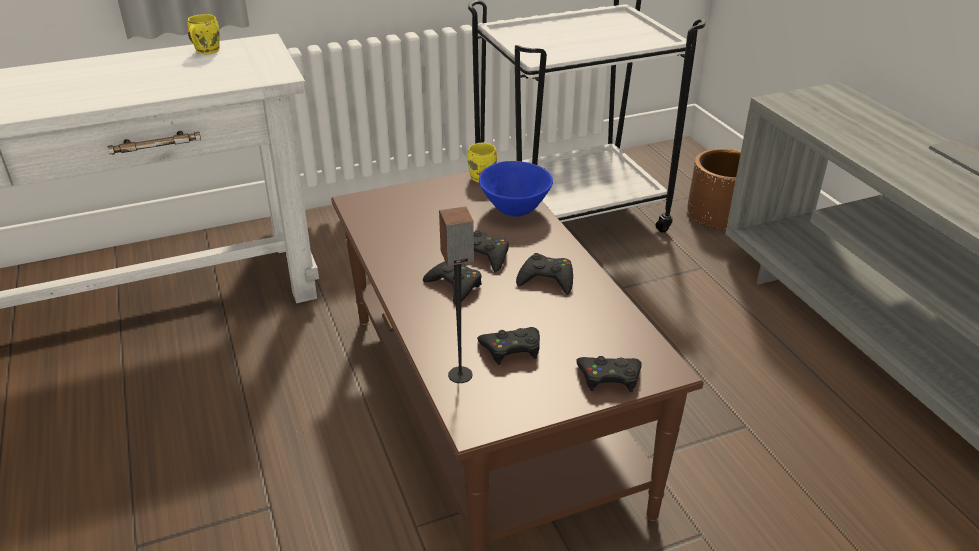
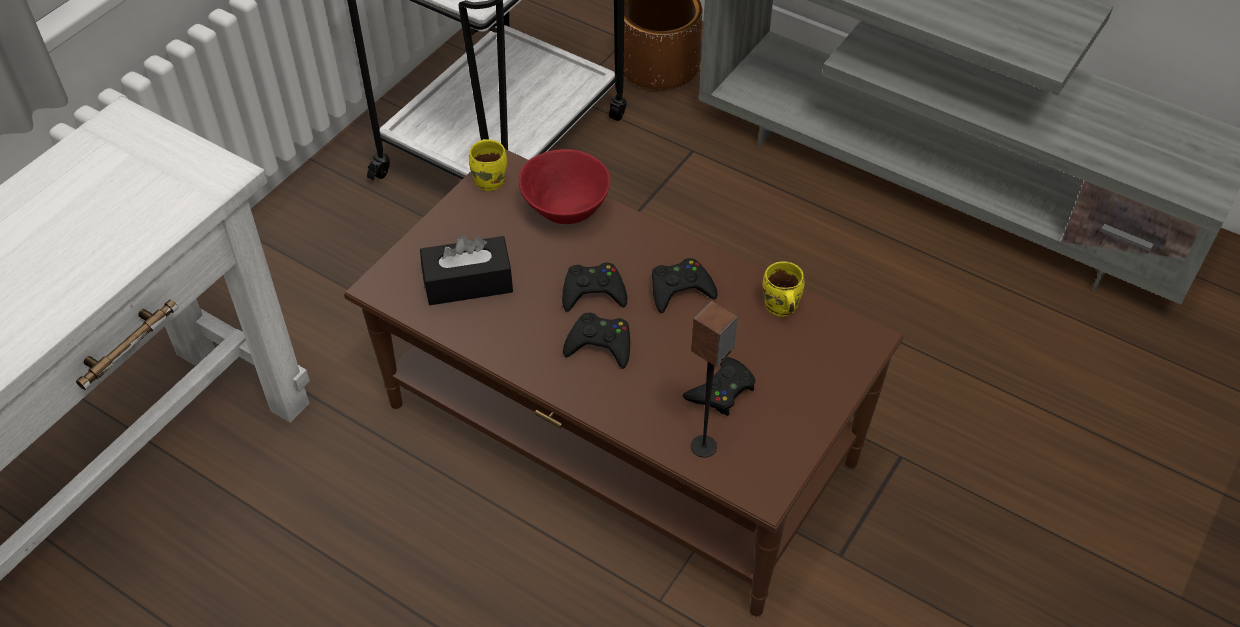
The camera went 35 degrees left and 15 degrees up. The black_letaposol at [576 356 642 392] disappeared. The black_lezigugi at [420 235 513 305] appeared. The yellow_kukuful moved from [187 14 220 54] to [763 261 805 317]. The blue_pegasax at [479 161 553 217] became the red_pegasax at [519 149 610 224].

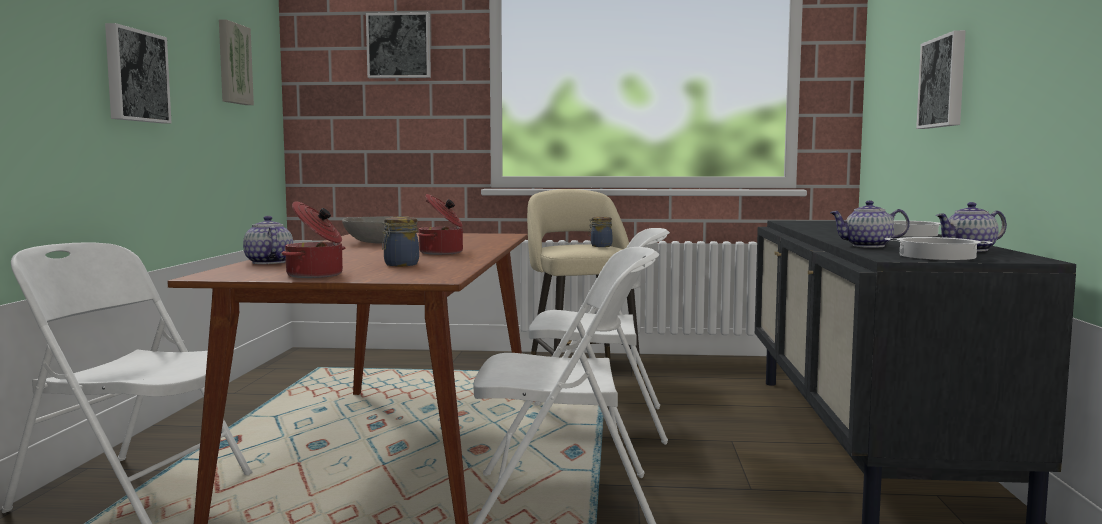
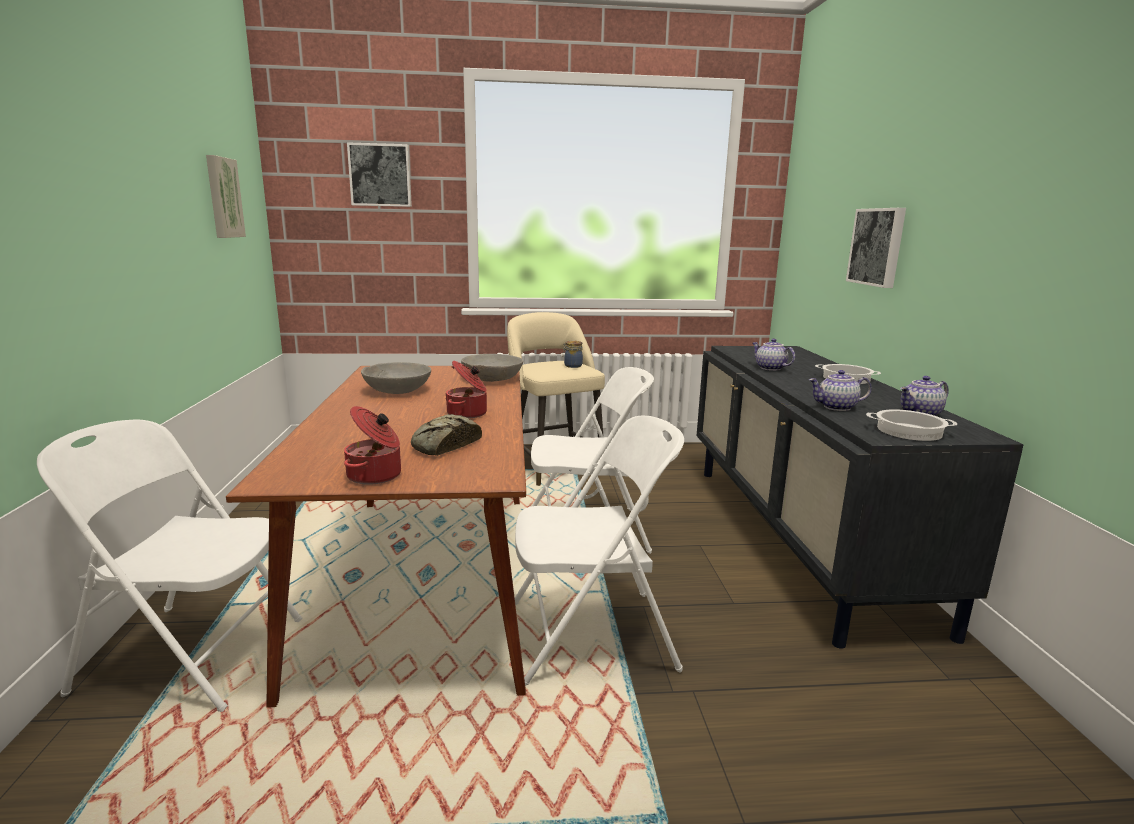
The camera went 10 degrees left and 10 degrees up. The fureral at [105 23 171 123] disappeared. The grey_pegasax at [461 354 524 382] appeared. The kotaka moved from [243 216 293 264] to [753 339 795 371]. The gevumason at [382 216 419 266] was replaced by the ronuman at [411 414 482 456].

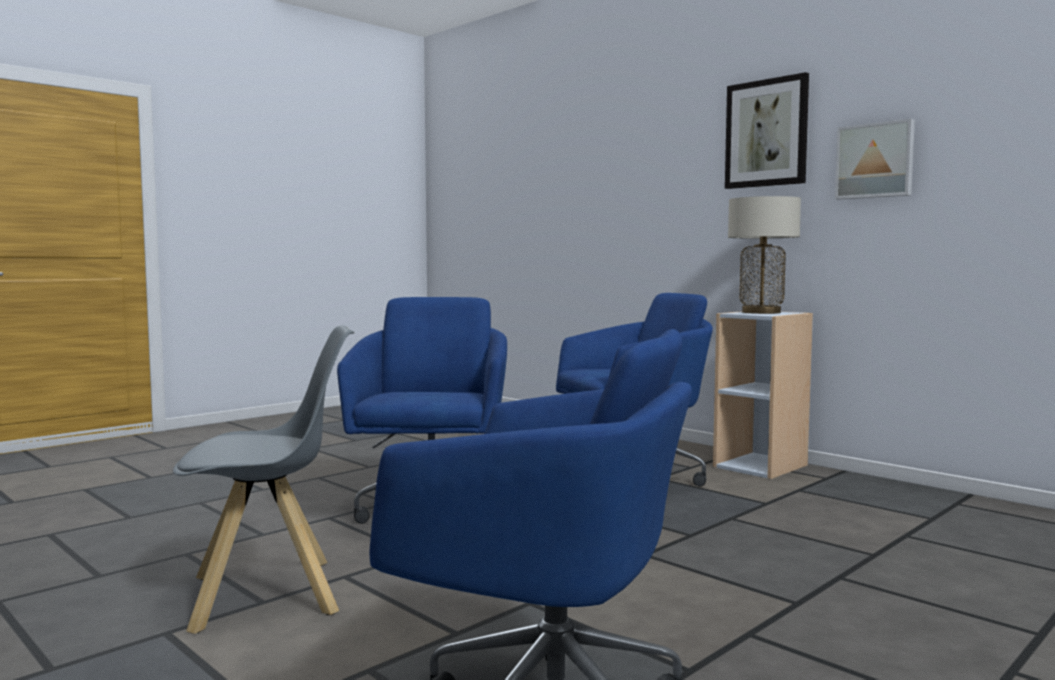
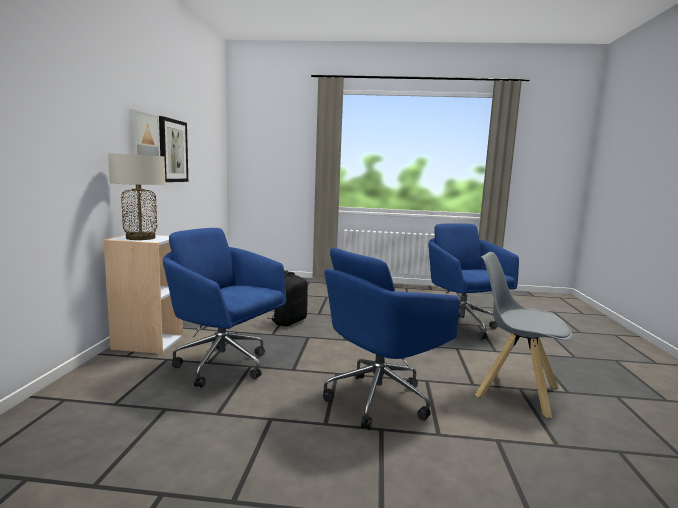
The camera went 130 degrees left and 5 degrees up. The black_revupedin at [269 270 308 326] appeared. The fureral moved from [725 72 809 189] to [159 116 188 182].

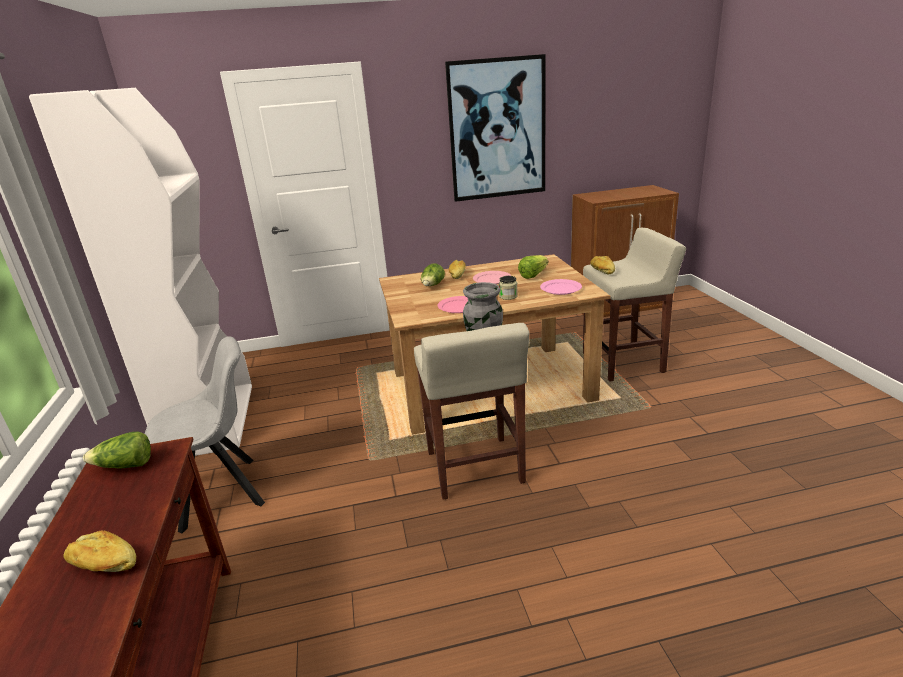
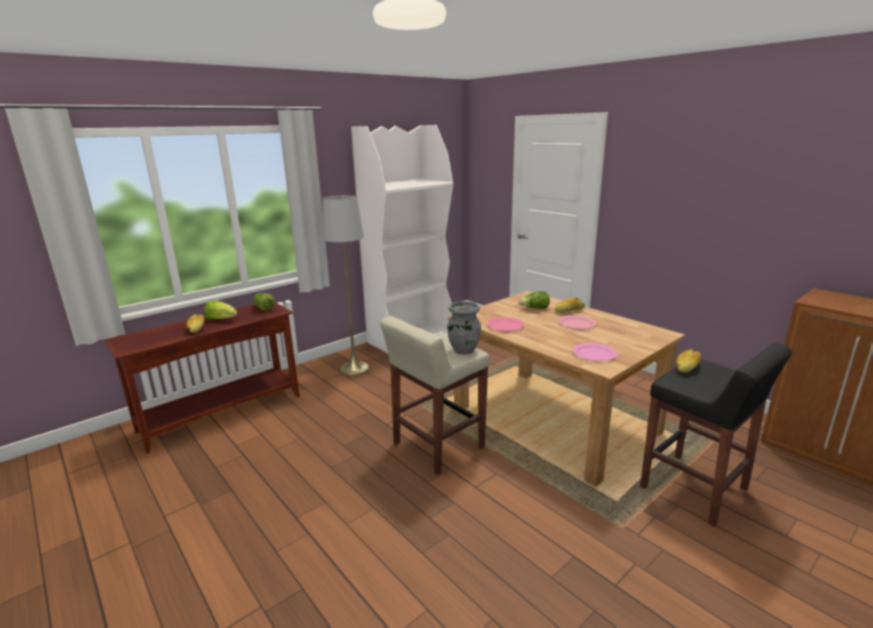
The camera went 60 degrees right and 5 degrees down. The fureral at [445 54 546 202] disappeared. The gevumason at [499 276 518 300] disappeared. The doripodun moved from [518 255 548 279] to [204 300 237 320]. The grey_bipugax at [145 337 265 533] was replaced by the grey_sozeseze at [322 195 369 376]. The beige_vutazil at [583 228 686 382] became the black_vutazil at [640 343 792 527].

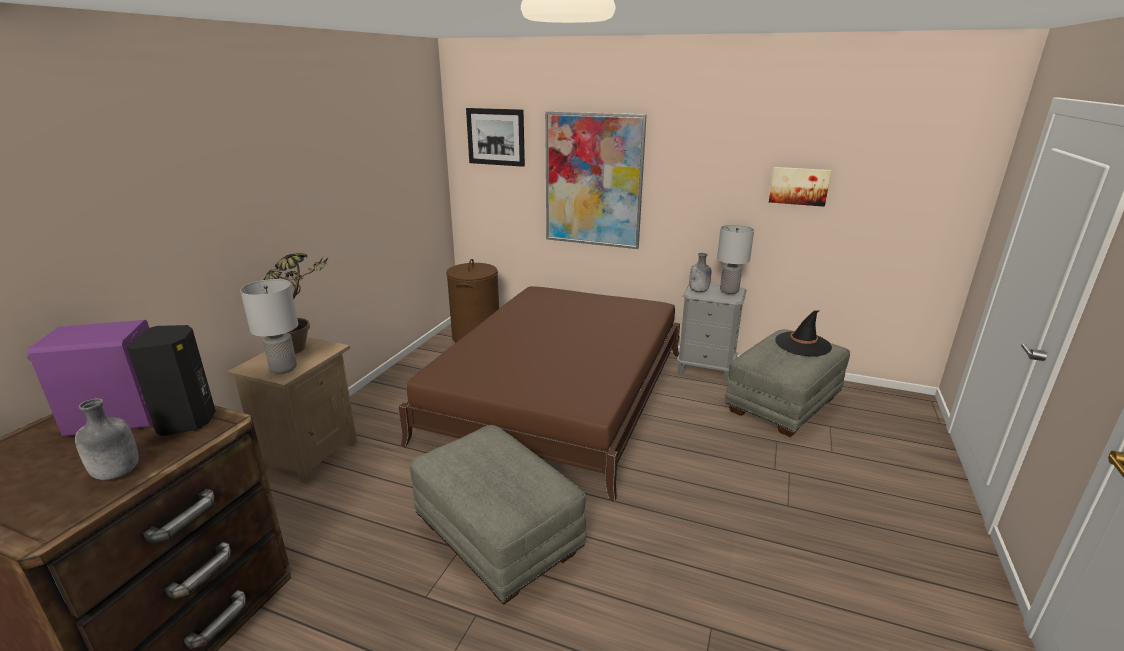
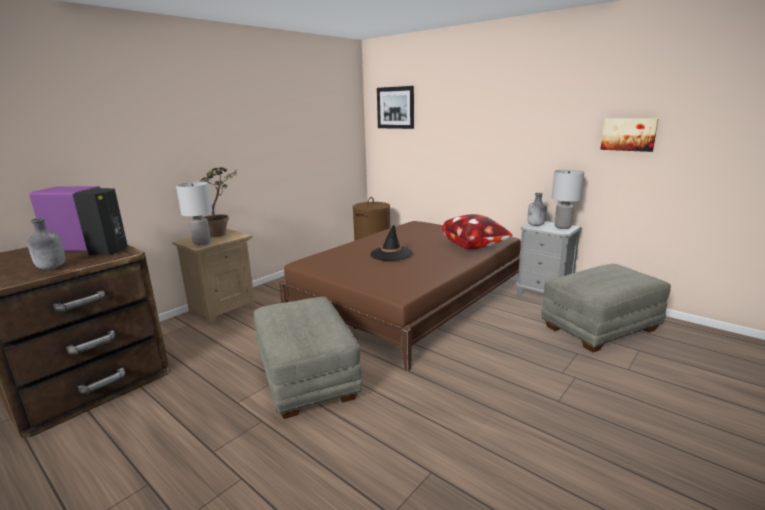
The camera went 20 degrees right and 5 degrees down. The fureral at [545 111 647 249] disappeared. The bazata at [442 214 513 250] appeared. The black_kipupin moved from [775 311 832 357] to [370 225 412 261].

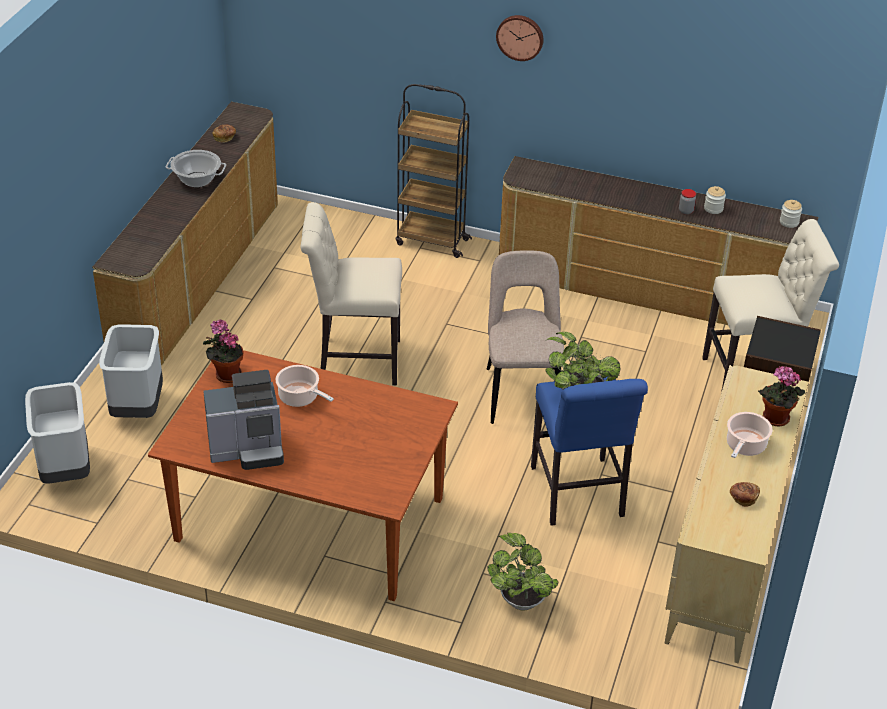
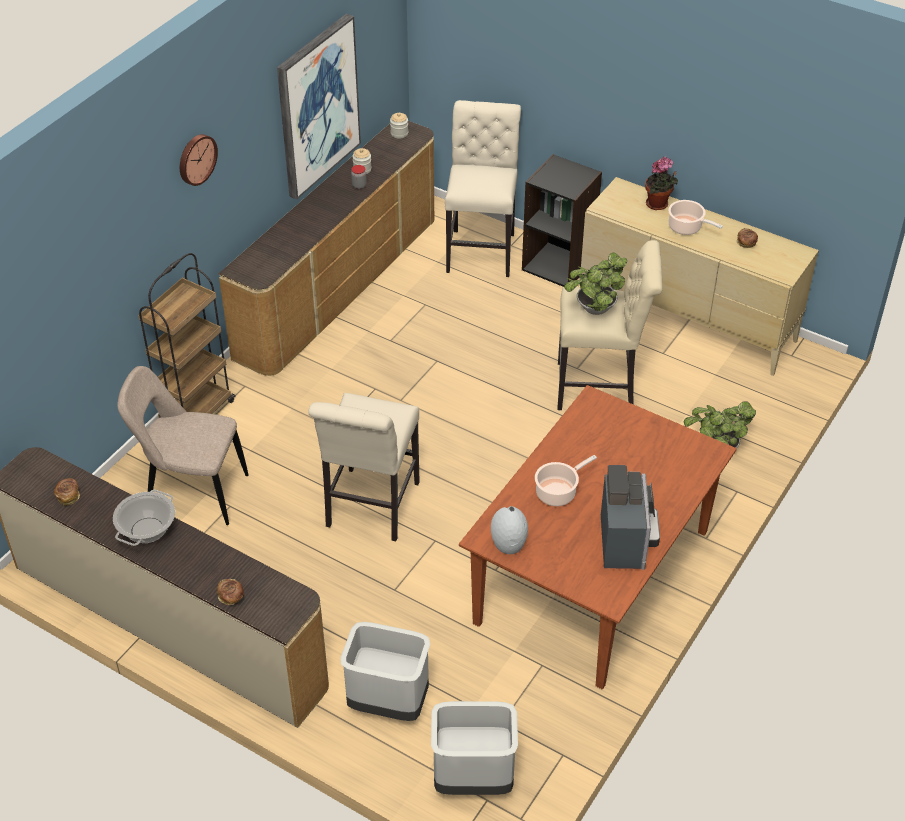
The camera went 75 degrees left and 5 degrees up. The ronuman at [217 579 244 605] appeared. The fureral at [277 14 361 199] appeared. The beige_bipugax moved from [487 250 564 424] to [117 366 248 525]. The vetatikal at [203 319 244 383] was replaced by the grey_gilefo at [491 506 528 554]. The blue_vutazil at [531 376 648 526] became the beige_vutazil at [557 240 663 410].

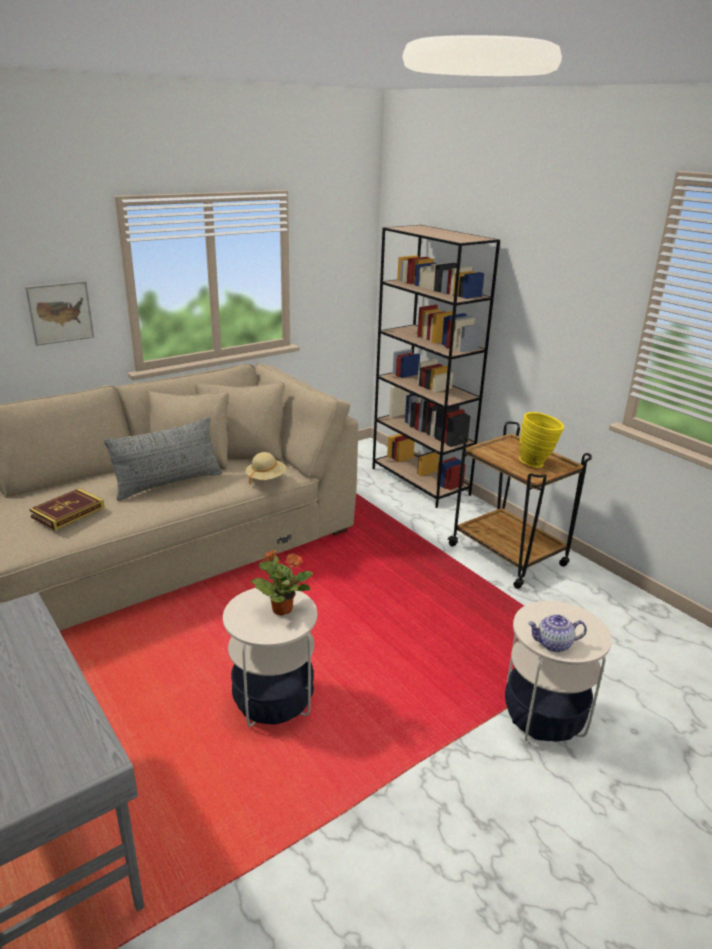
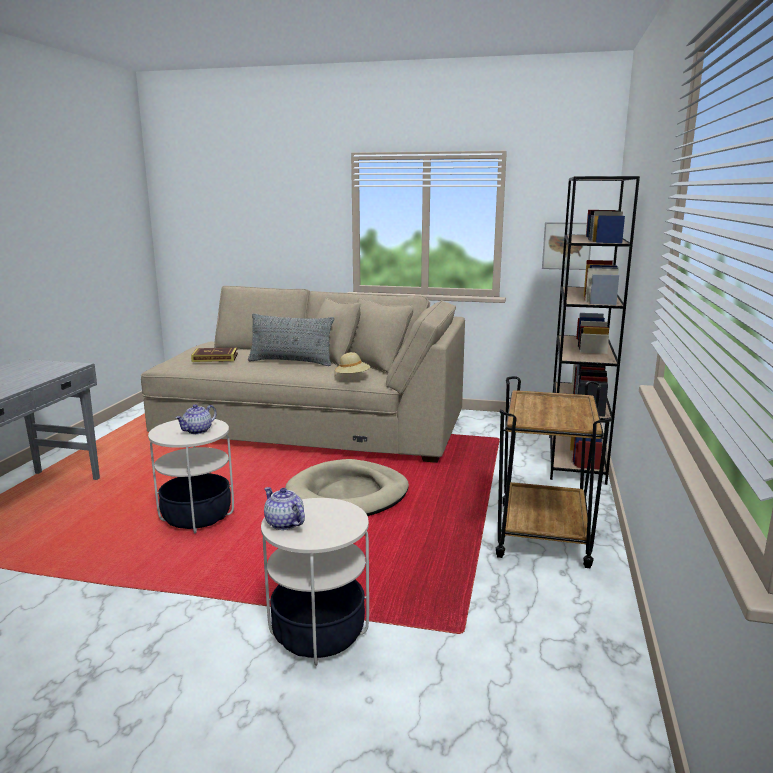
The camera went 50 degrees right and 10 degrees down. The yellow_gilefo at [519 412 564 468] disappeared. The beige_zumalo at [285 459 409 516] appeared. The fureral moved from [25 281 94 346] to [542 222 591 270]. The vetatikal at [251 550 313 616] was replaced by the kotaka at [175 404 217 434].

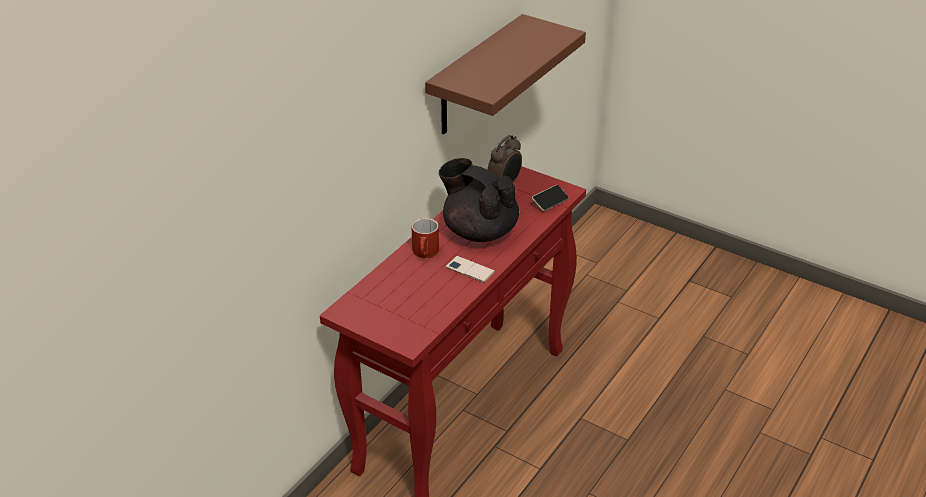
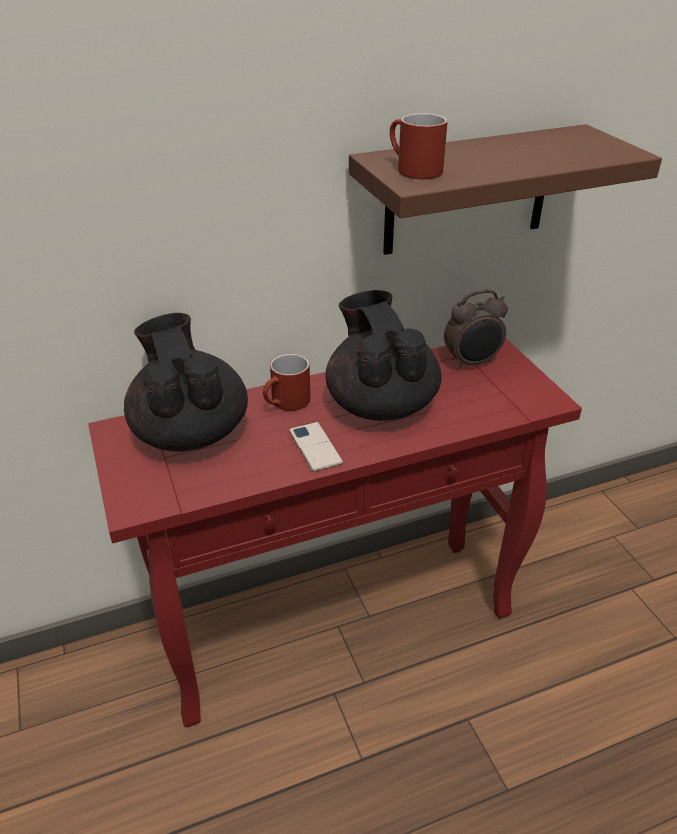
The camera went 35 degrees right and 0 degrees up. The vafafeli at [532 185 569 211] disappeared. The black_kotaka at [124 313 248 452] appeared. The red_kukuful at [390 113 448 179] appeared.

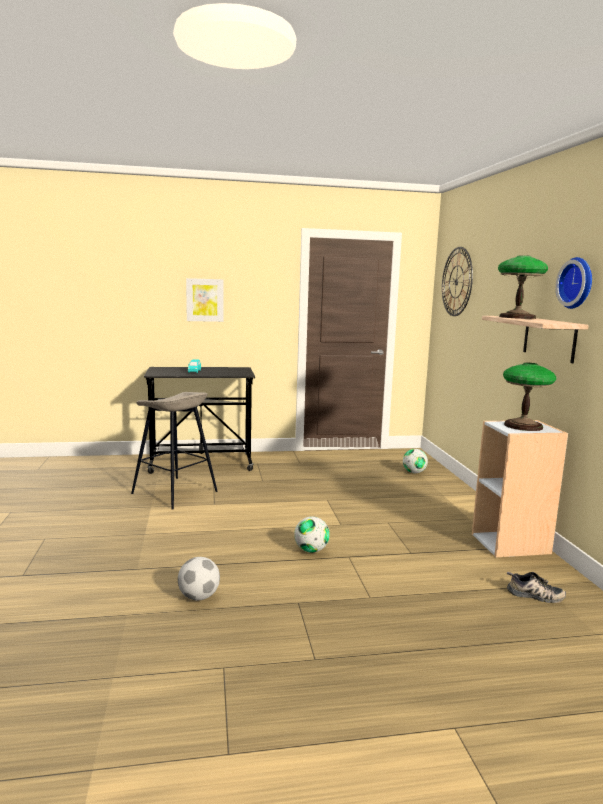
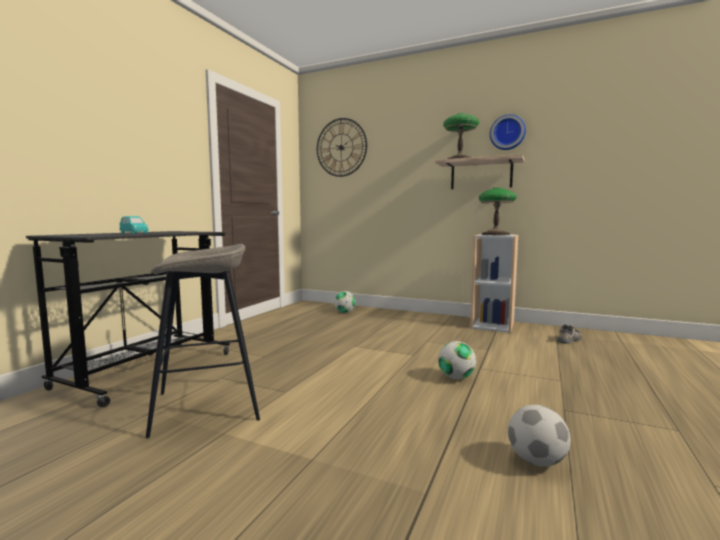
The camera went 55 degrees left and 5 degrees down. The fureral at [186 278 223 322] disappeared.

